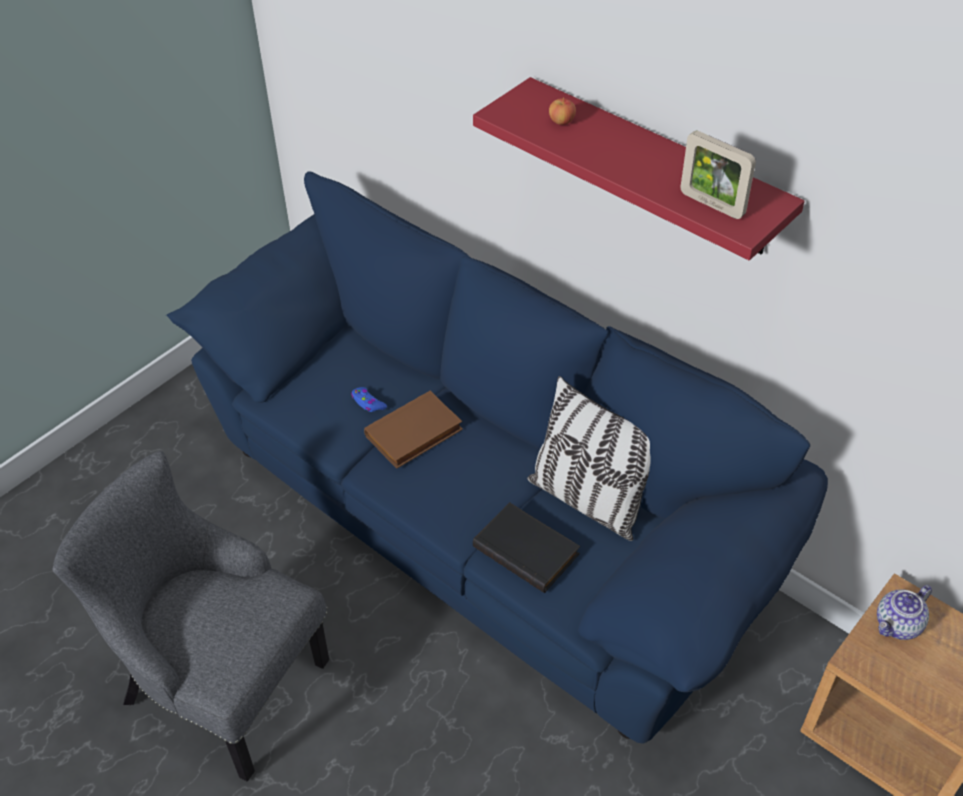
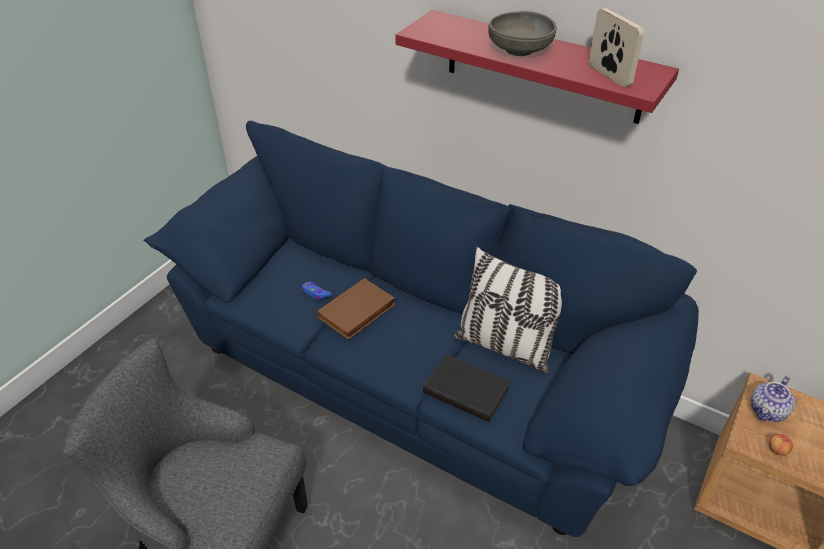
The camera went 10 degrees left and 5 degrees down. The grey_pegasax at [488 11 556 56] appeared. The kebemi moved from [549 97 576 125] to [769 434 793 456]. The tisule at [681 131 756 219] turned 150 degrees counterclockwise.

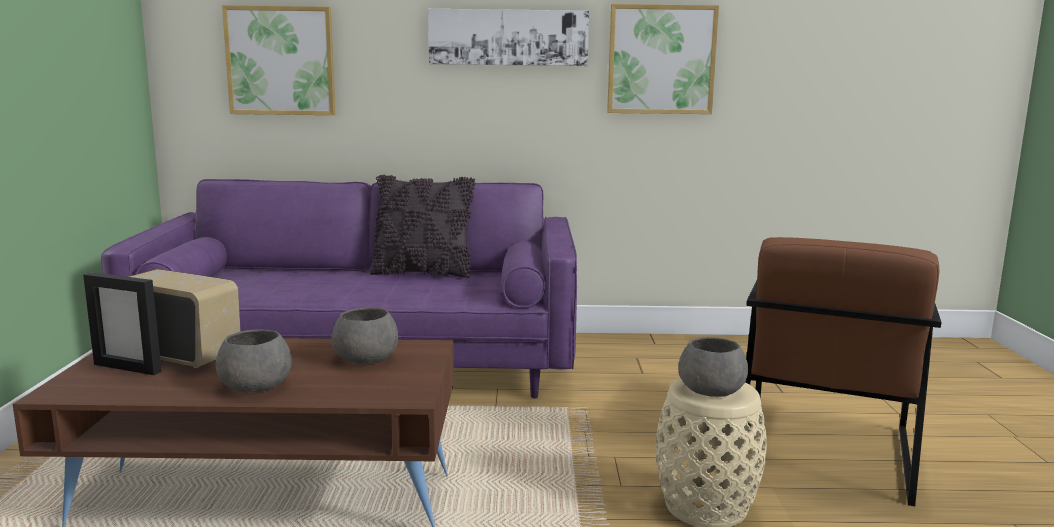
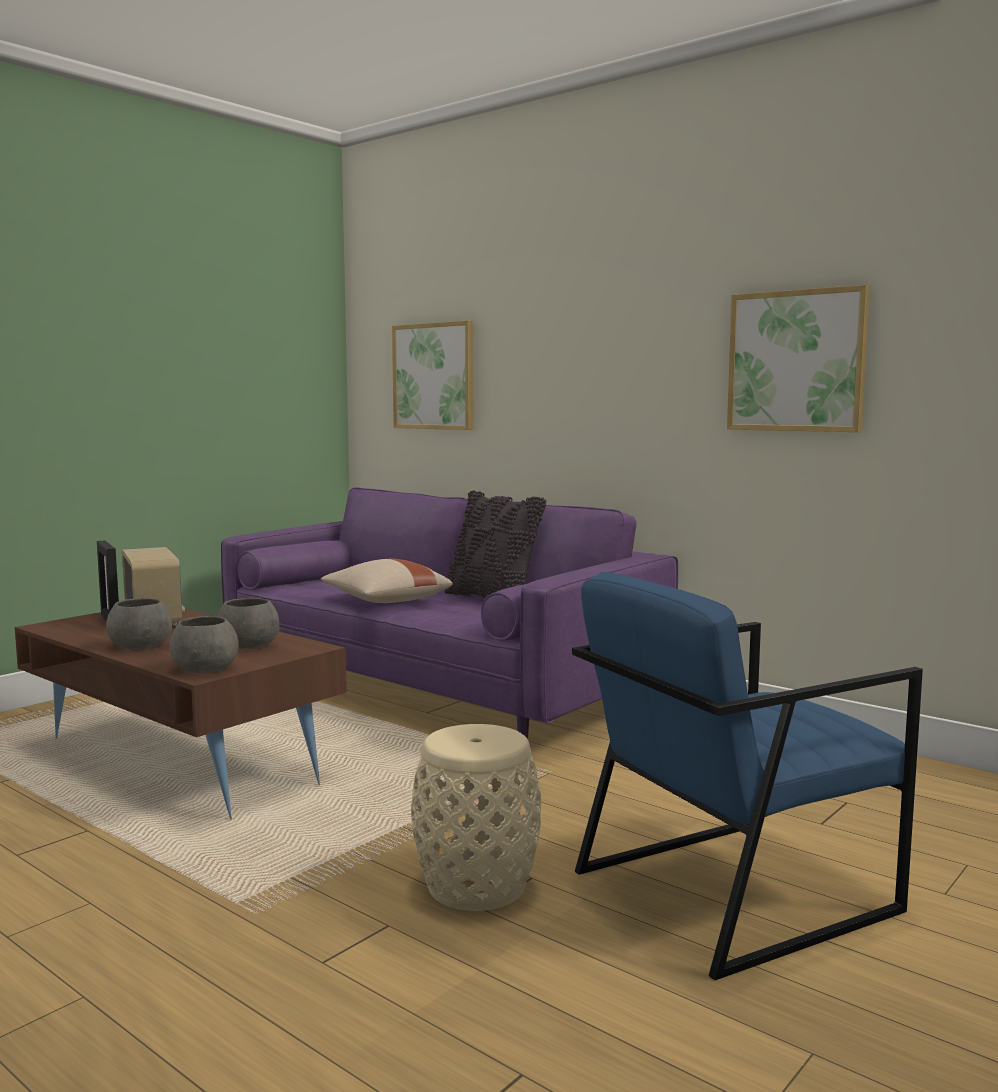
The camera went 40 degrees right and 5 degrees down. The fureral at [428 9 589 66] disappeared. The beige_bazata at [321 559 452 603] appeared. The grey_pegasax moved from [678 337 748 397] to [170 616 239 673]. The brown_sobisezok at [745 237 942 506] became the blue_sobisezok at [572 572 923 981].

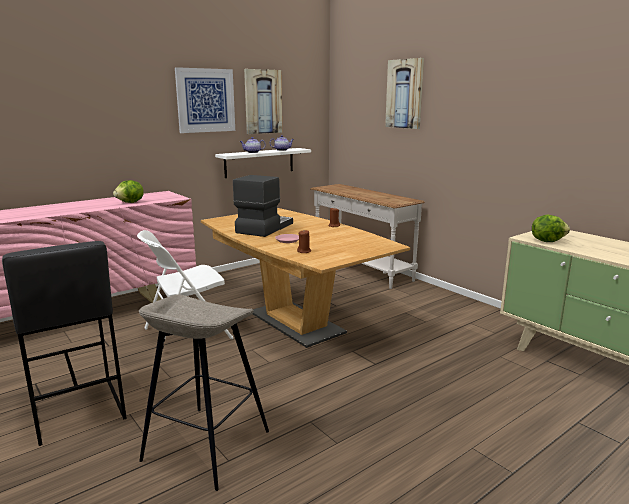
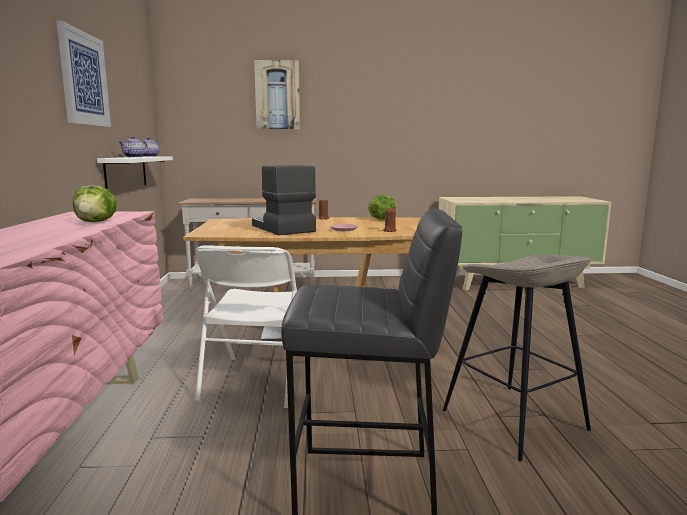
The camera went 55 degrees left and 5 degrees down. The fureral at [244 69 282 134] disappeared. The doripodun moved from [532 215 570 242] to [368 195 396 220].

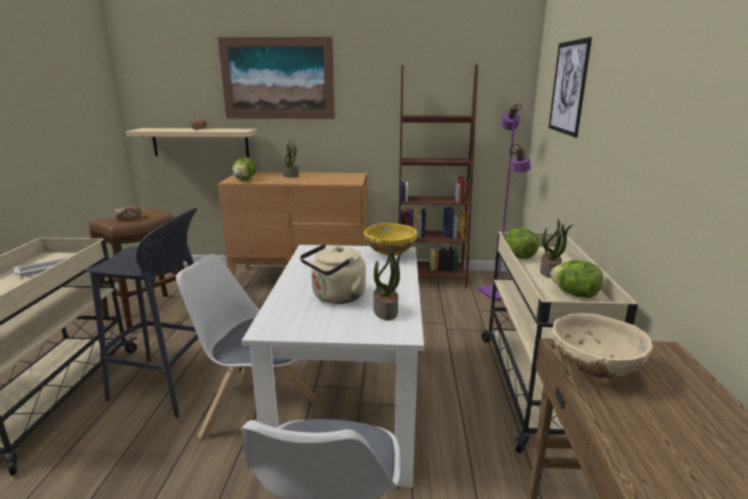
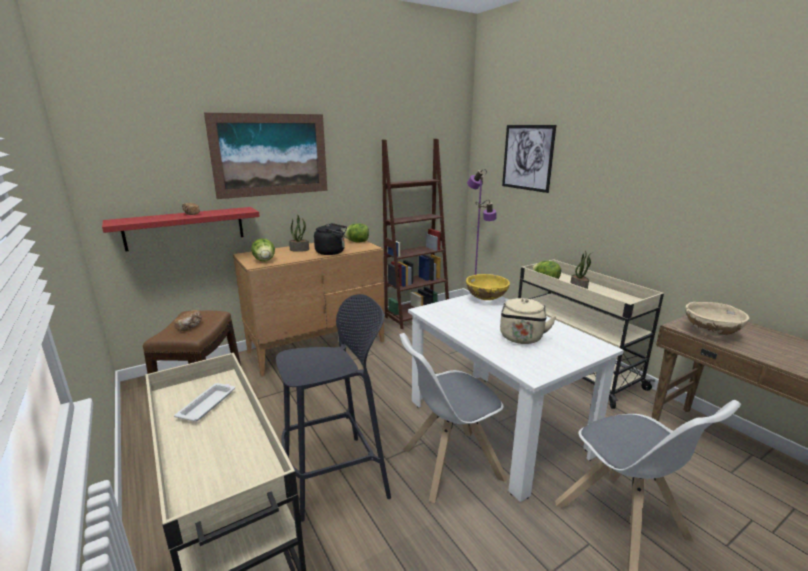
The camera went 35 degrees left and 0 degrees up. The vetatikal at [374 246 405 320] disappeared. The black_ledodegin at [314 223 347 255] appeared. The doripodun moved from [550 260 603 298] to [343 223 369 243]. The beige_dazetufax at [125 128 257 157] became the red_dazetufax at [102 207 260 252].

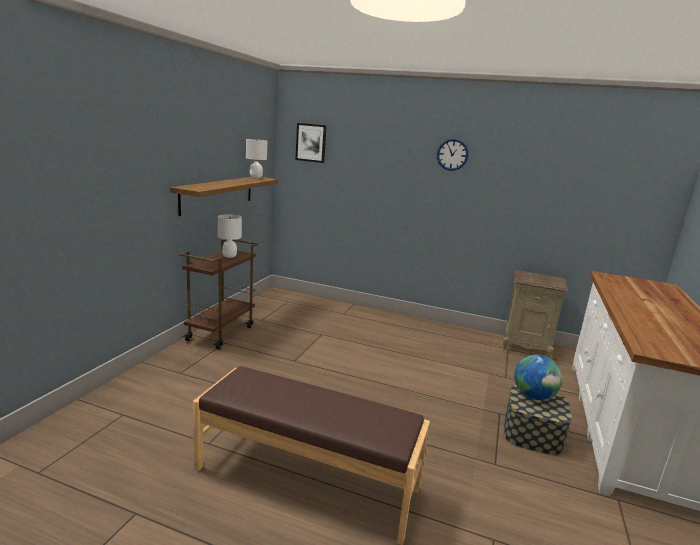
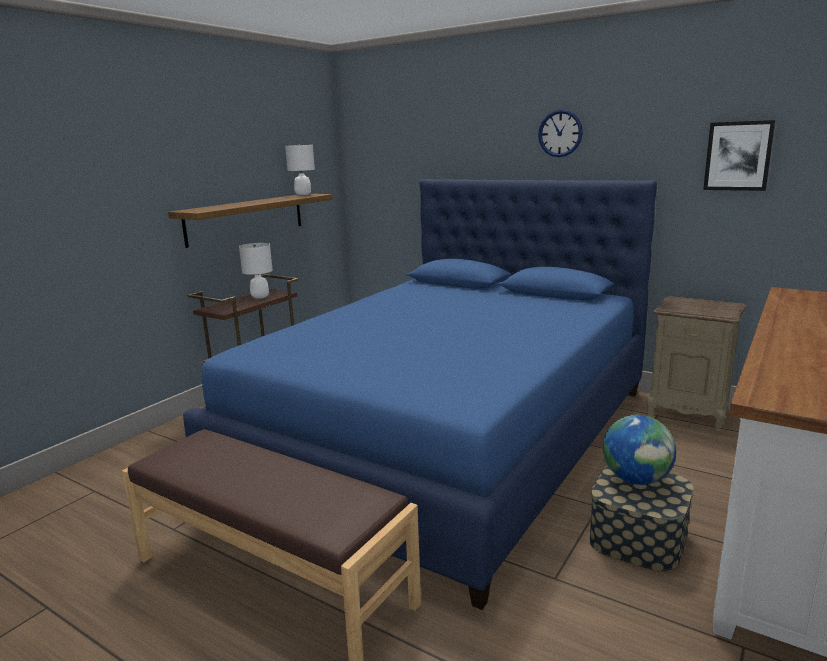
The camera went 15 degrees right and 0 degrees up. The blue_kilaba at [183 179 657 610] appeared. The fureral moved from [295 123 327 163] to [703 120 776 191].

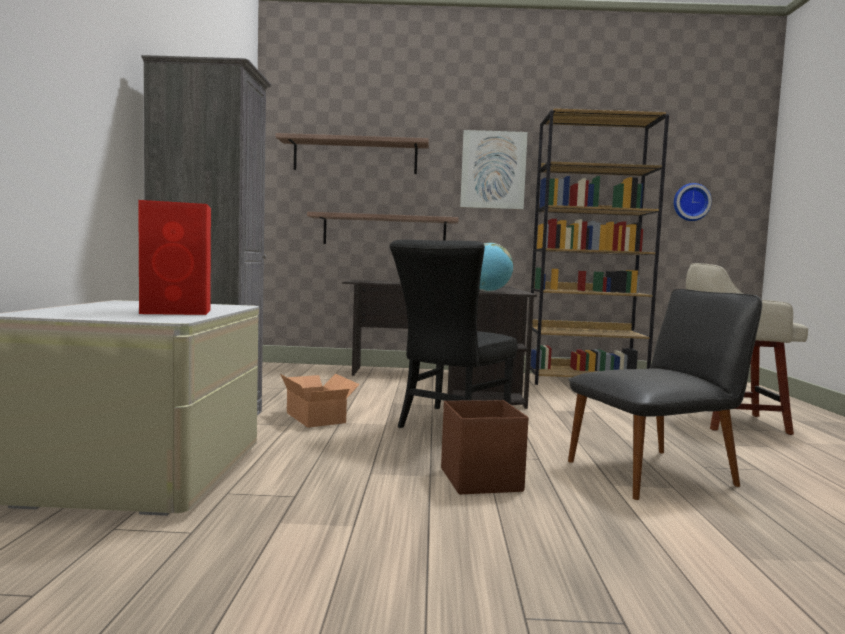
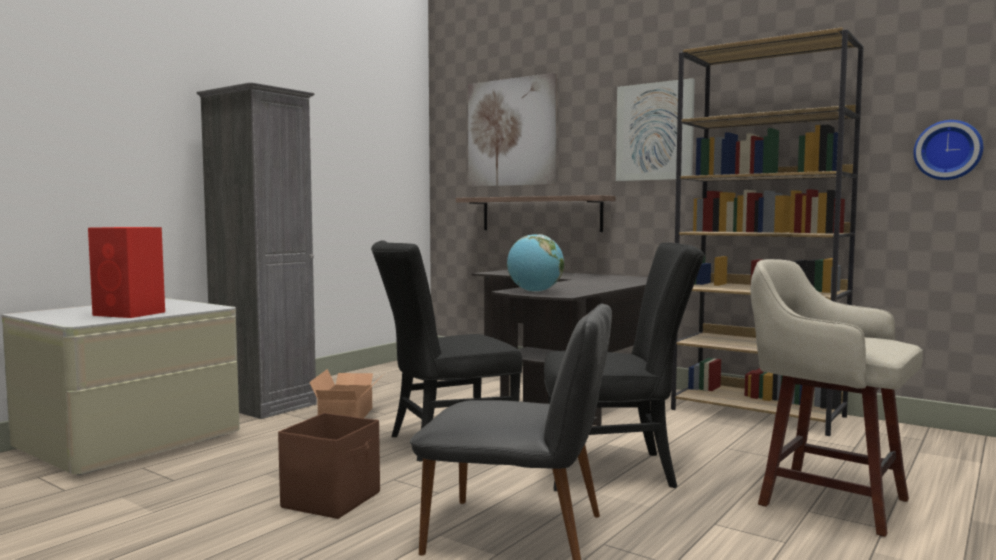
The camera went 35 degrees right and 0 degrees up. The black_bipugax at [544 243 705 491] appeared. The dazetufax at [275 133 429 174] was replaced by the fureral at [468 73 557 187].

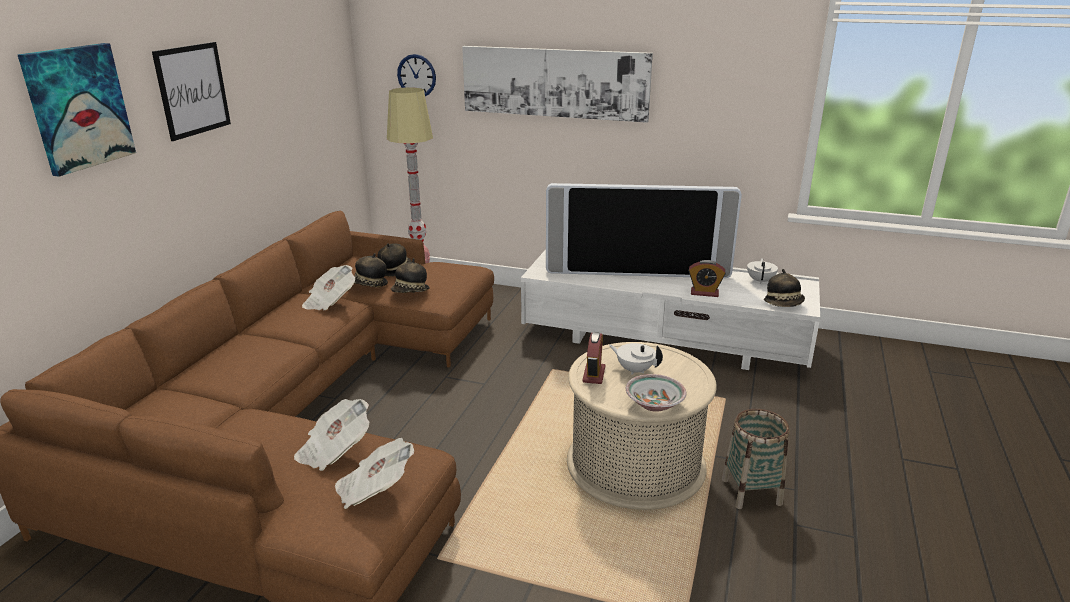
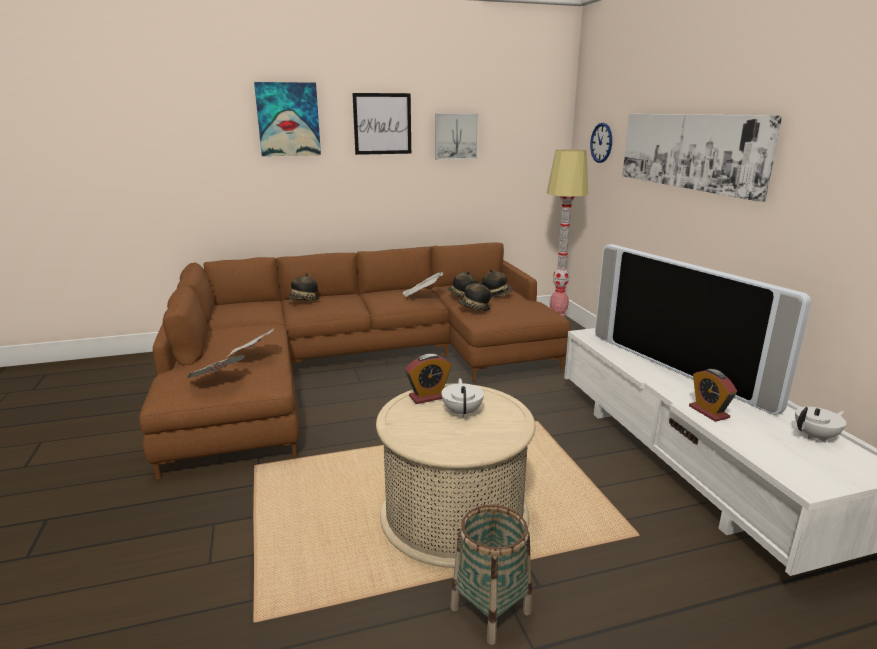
The camera went 55 degrees right and 5 degrees down. The pegasax at [626 374 687 412] disappeared. The fureral at [435 113 479 160] appeared. The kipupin moved from [764 269 805 307] to [287 273 319 301].

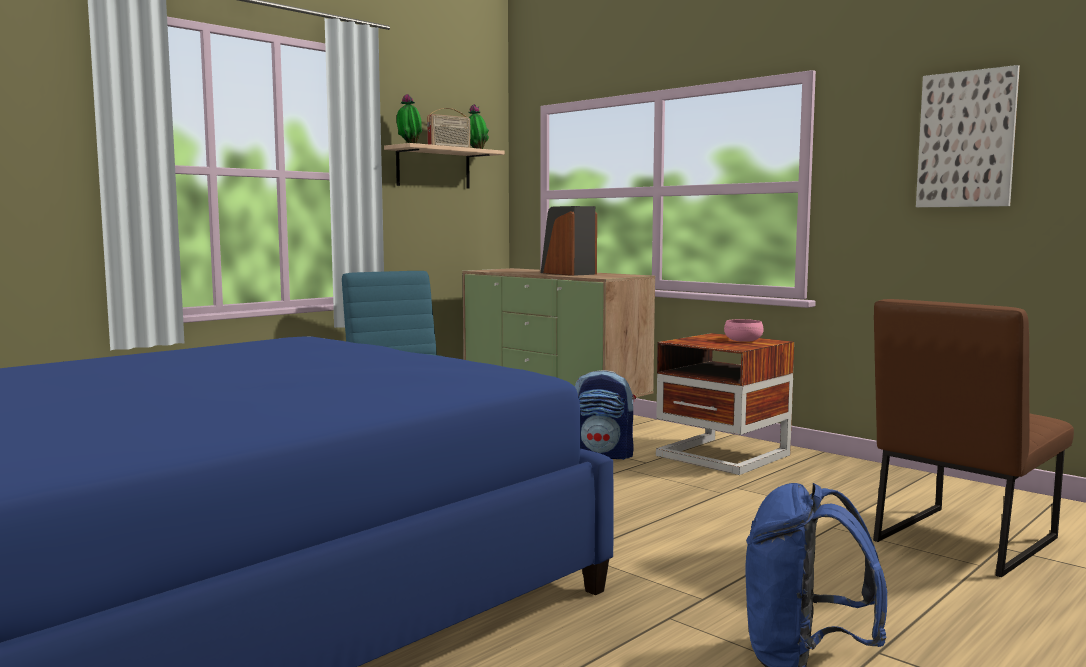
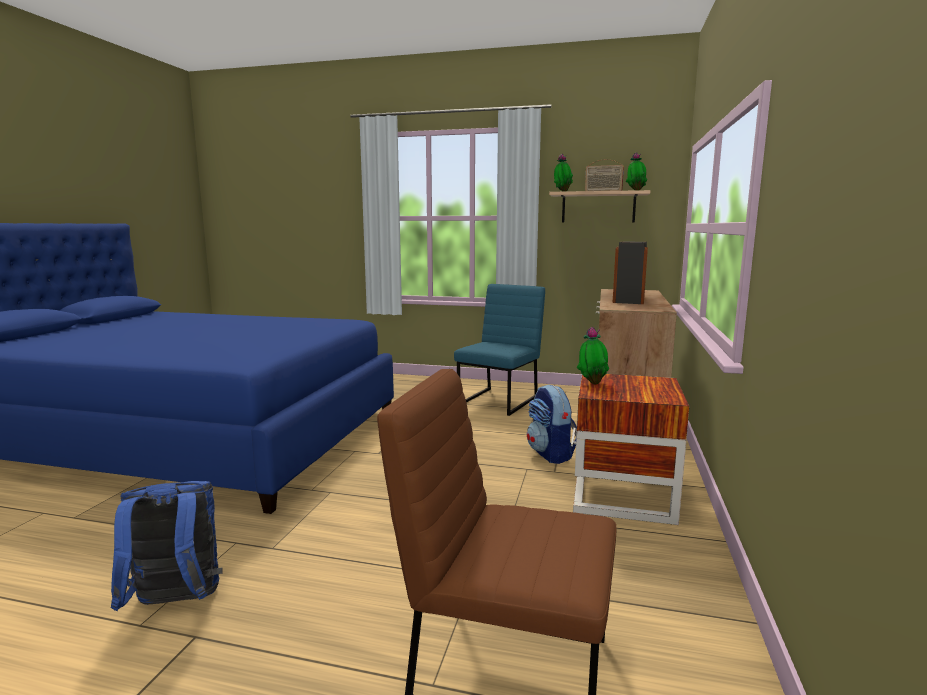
The camera went 60 degrees right and 5 degrees up. The pink_pegasax at [724 319 764 342] disappeared. The fureral at [916 65 1020 207] disappeared. The vetatikal at [577 327 609 385] appeared.

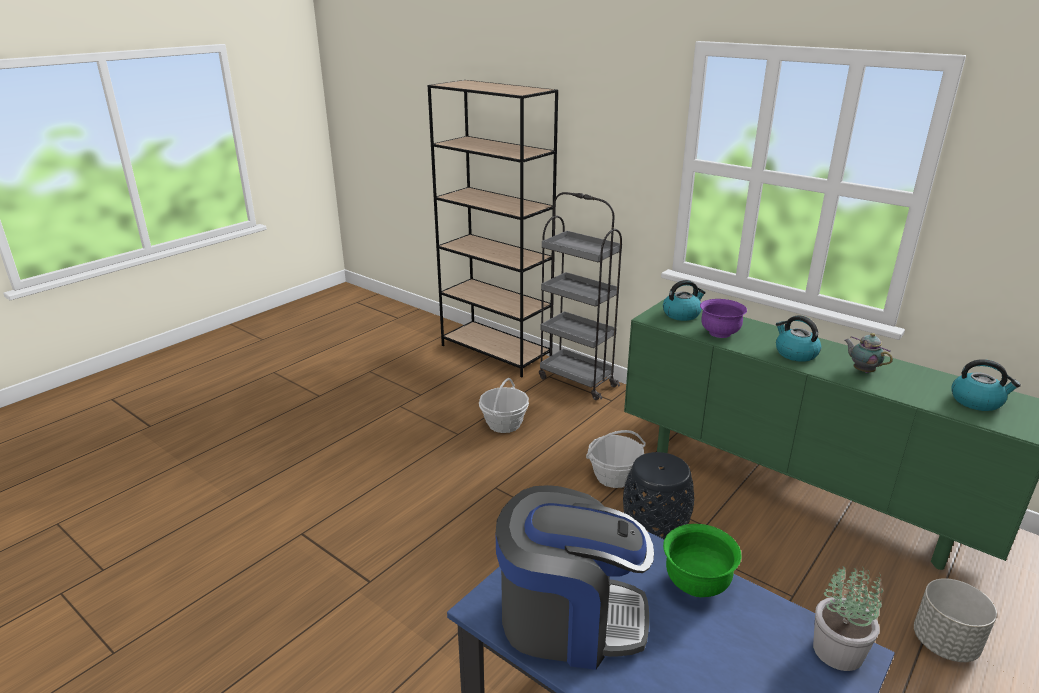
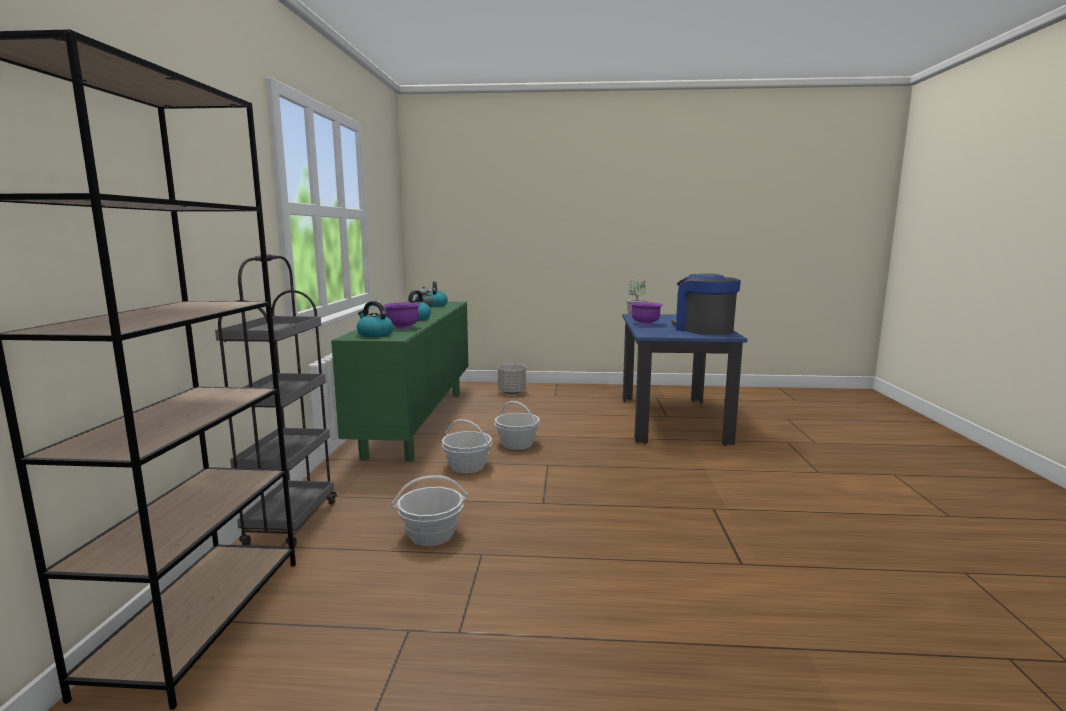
The camera went 125 degrees left and 15 degrees down. The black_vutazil at [623 452 694 539] was replaced by the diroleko at [495 401 540 450]. The green_pegasax at [663 524 741 597] became the purple_pegasax at [630 302 663 325].

